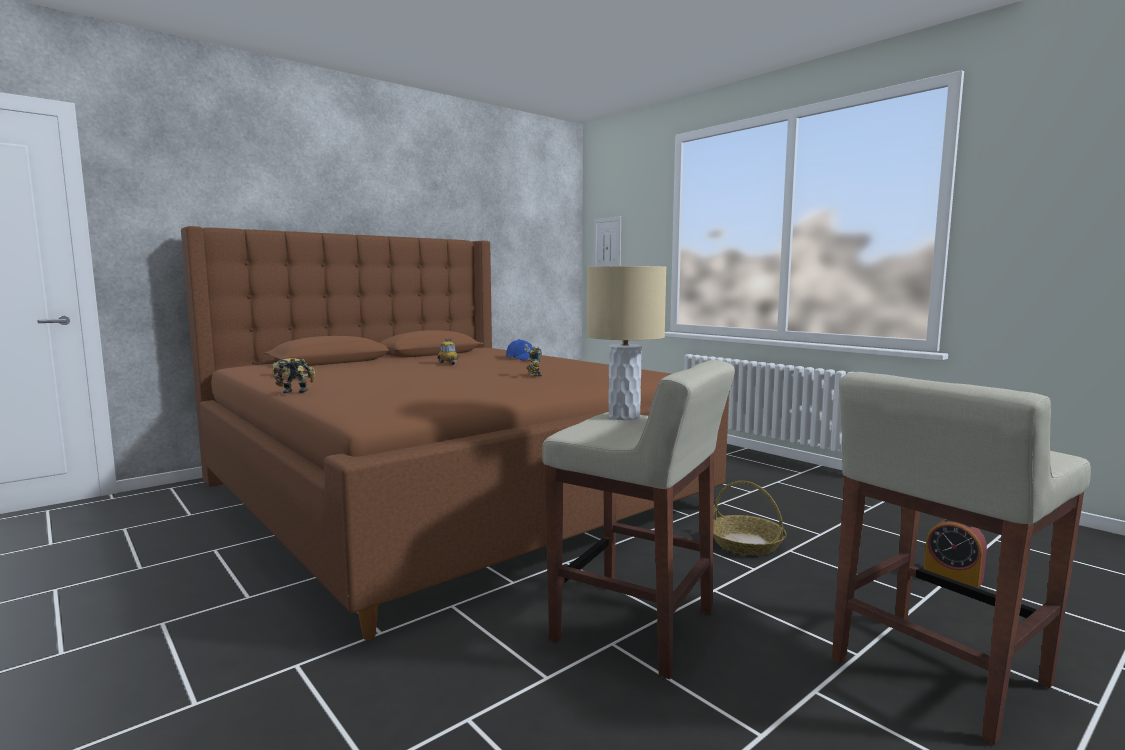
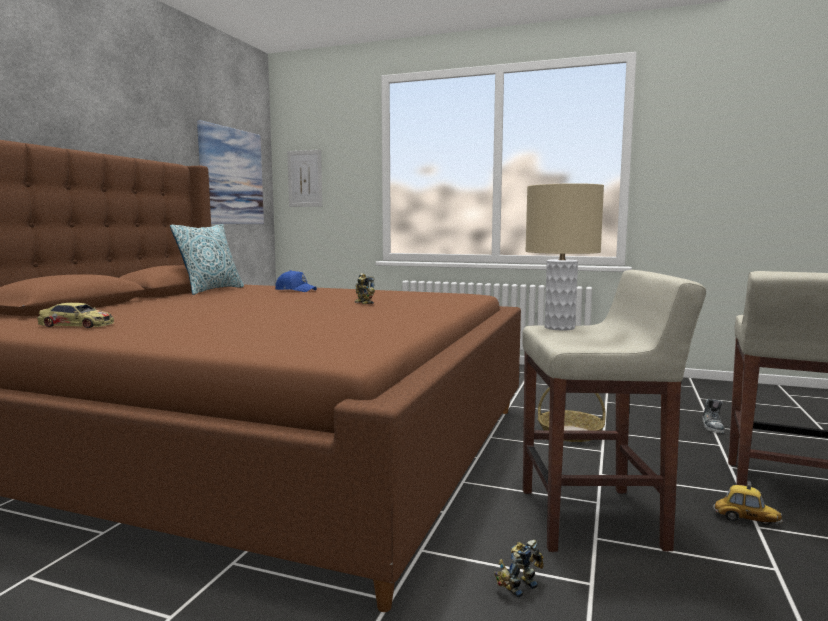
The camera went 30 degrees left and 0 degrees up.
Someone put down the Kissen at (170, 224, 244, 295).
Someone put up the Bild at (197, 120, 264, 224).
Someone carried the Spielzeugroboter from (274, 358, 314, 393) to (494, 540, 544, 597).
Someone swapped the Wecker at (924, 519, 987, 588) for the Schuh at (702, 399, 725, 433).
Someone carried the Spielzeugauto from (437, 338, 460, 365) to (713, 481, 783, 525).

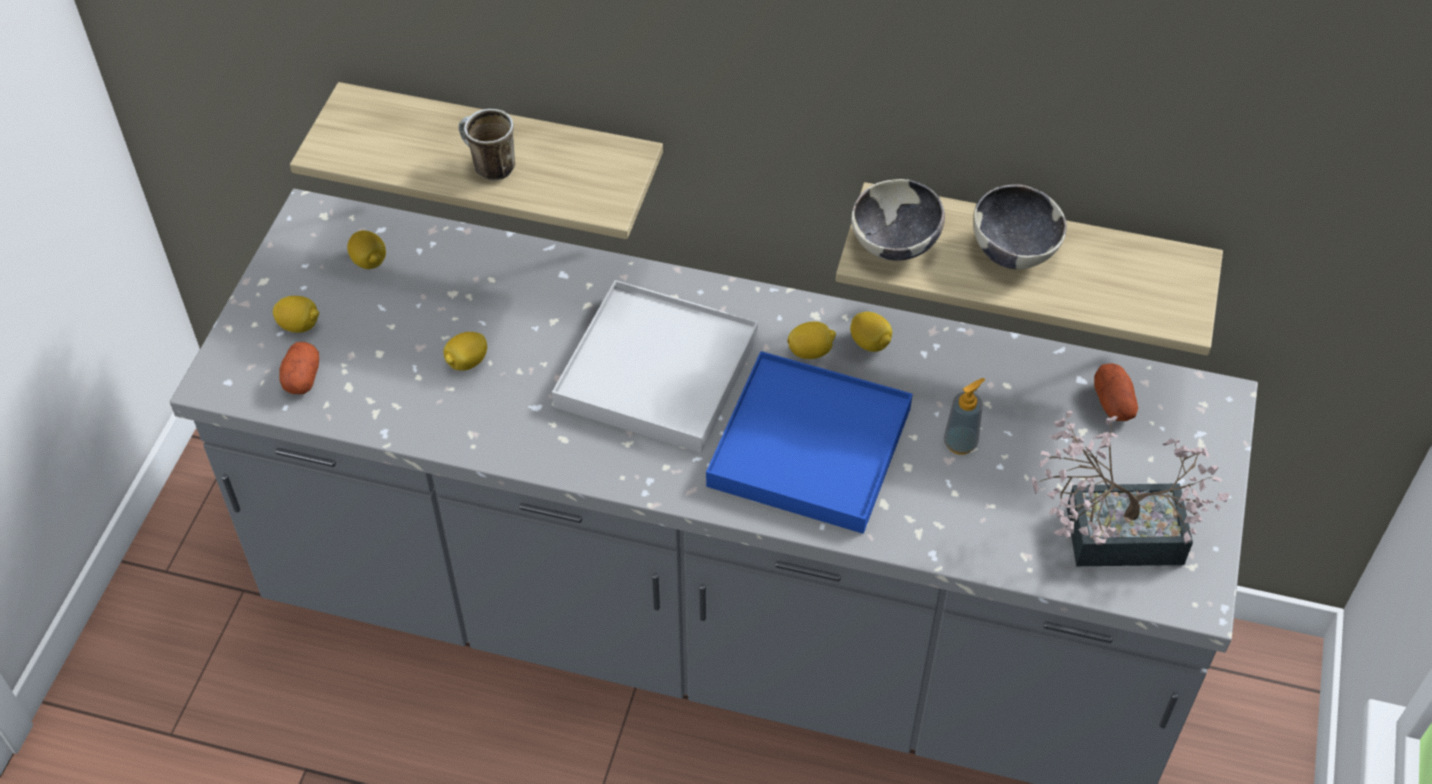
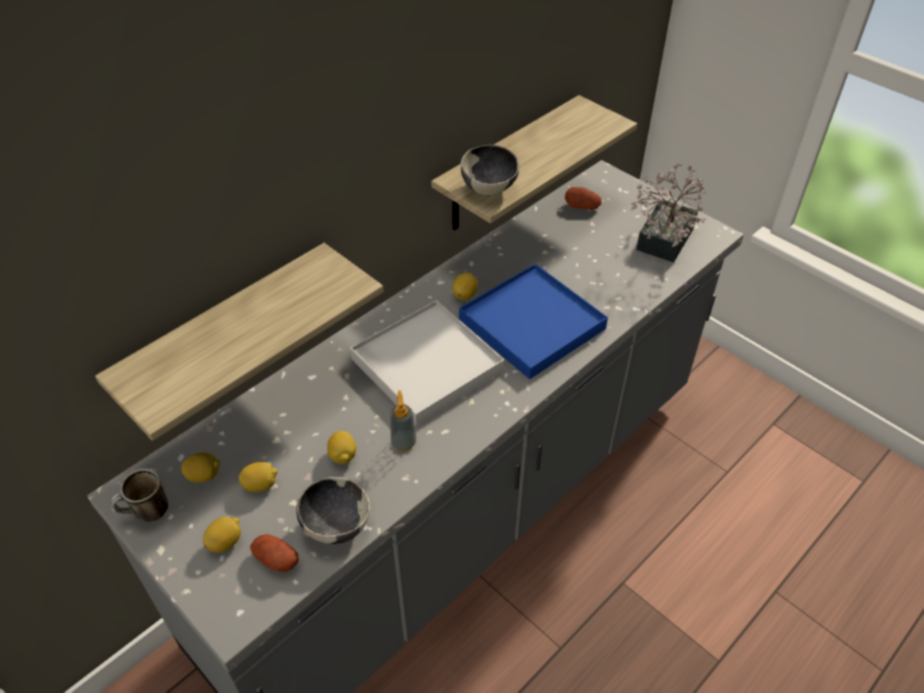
The camera went 60 degrees left and 5 degrees down.
Someone carried the Henkelbecher from (459, 109, 515, 181) to (111, 469, 168, 522).
Someone carried the Zitrone from (850, 312, 892, 352) to (238, 462, 277, 492).
Someone carried the Schüssel from (973, 184, 1067, 269) to (296, 477, 370, 544).
Someone carried the Seifenspender from (944, 378, 985, 455) to (390, 390, 416, 451).

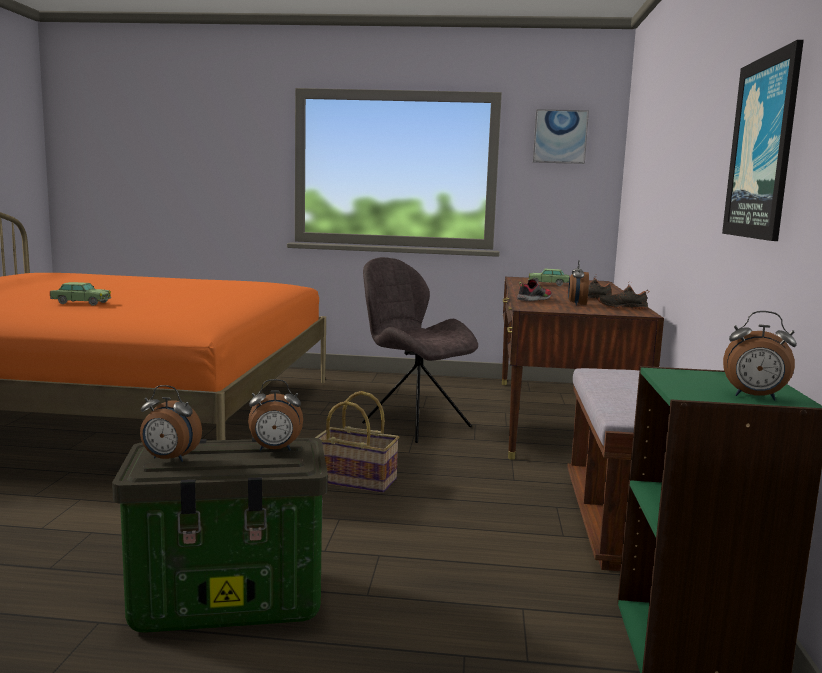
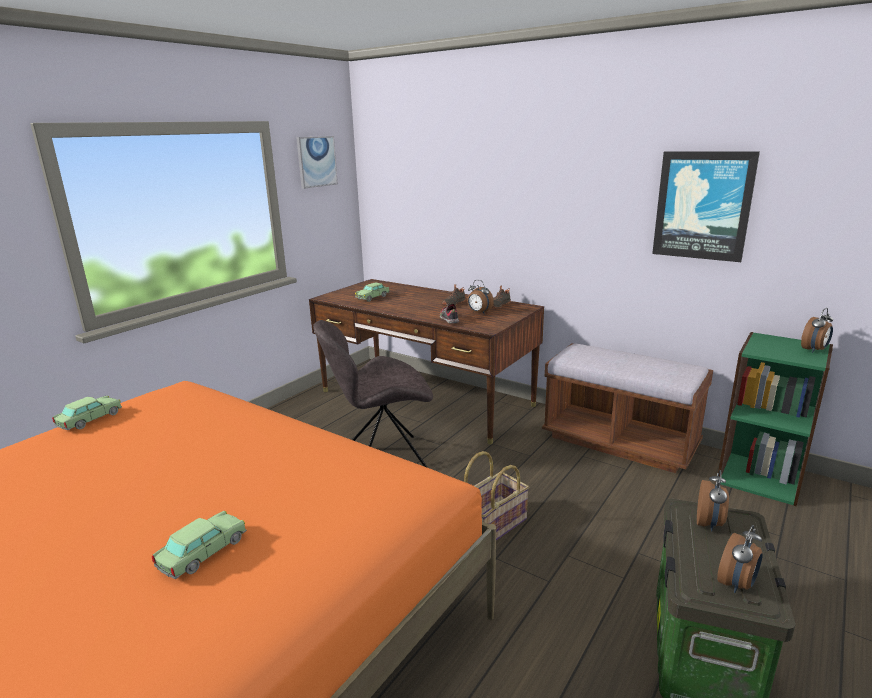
The camera went 60 degrees left and 10 degrees up.
Someone put down the Spielzeugauto at (52, 396, 122, 430).

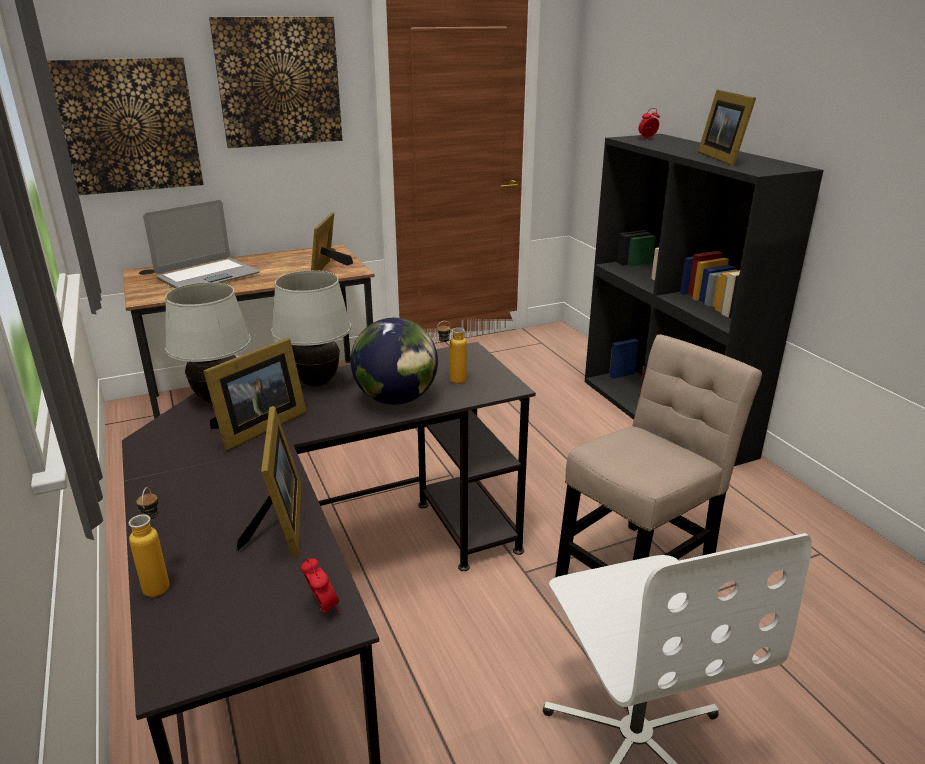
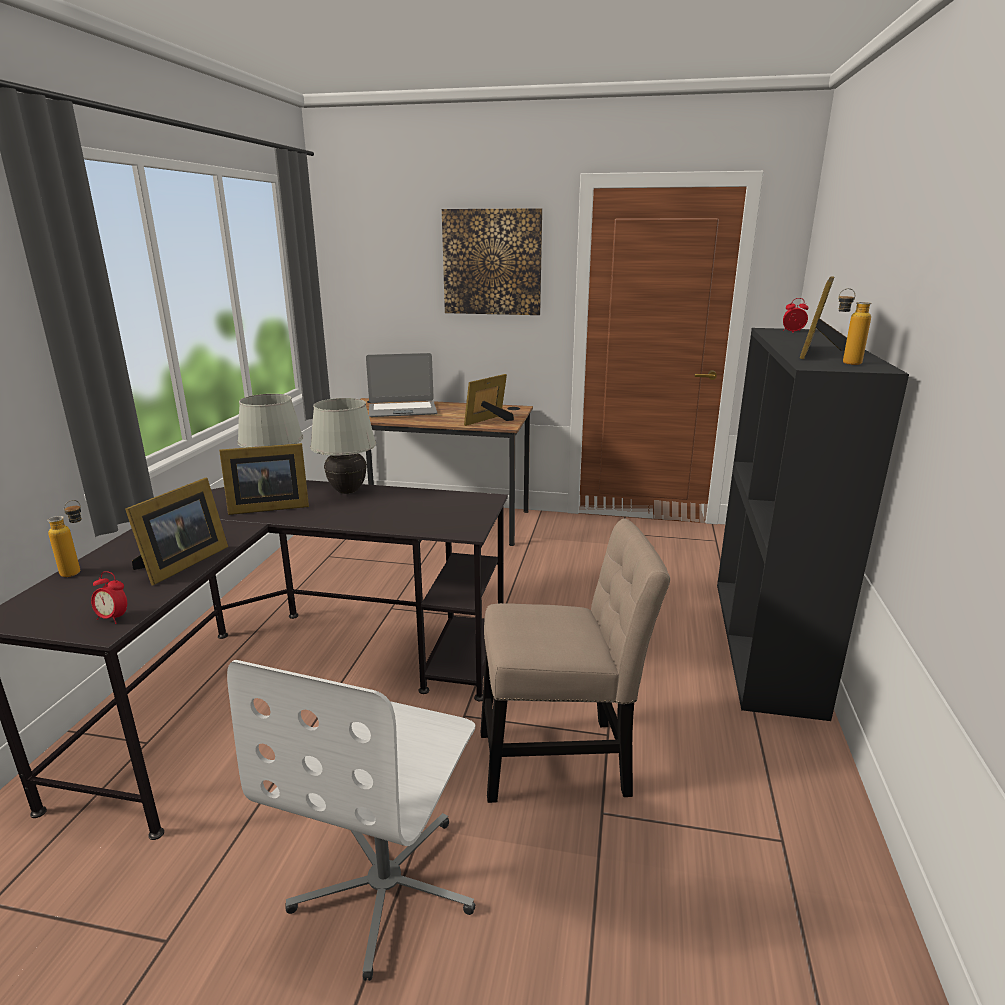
The camera went 35 degrees right and 5 degrees down.
Someone rotated the Wecker at (301, 558, 339, 614) by 105 degrees clockwise.
Someone carried the Flasche from (437, 321, 467, 384) to (838, 288, 872, 365).
Someone took away the Bild at (47, 57, 203, 195).
Someone took away the Globus at (351, 318, 438, 405).

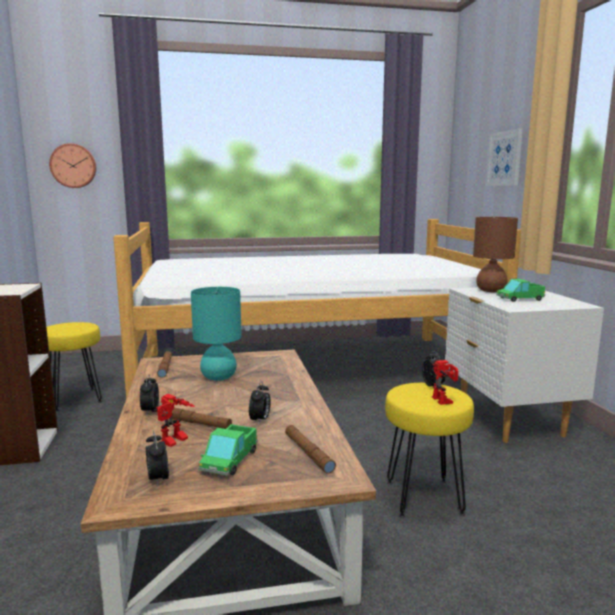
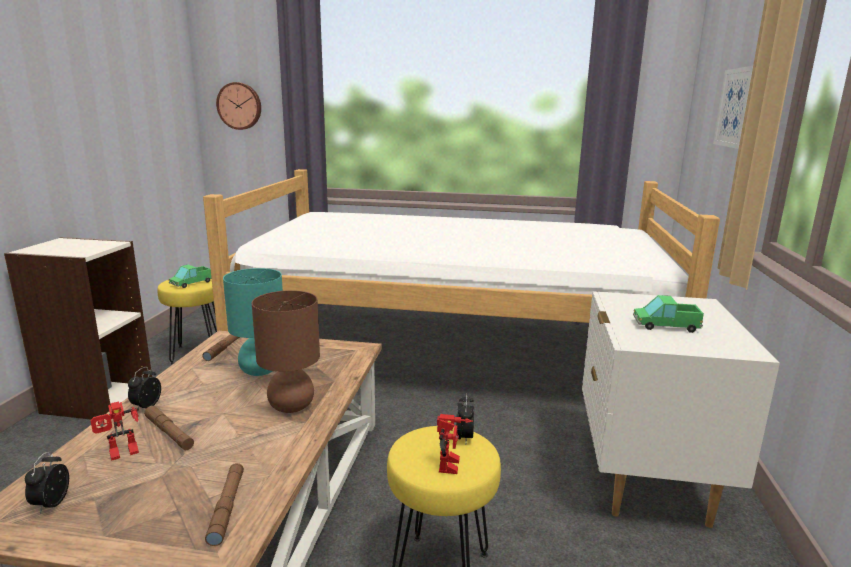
The camera went 20 degrees right and 5 degrees up.
Someone carried the Spielzeuglaster from (198, 424, 258, 476) to (169, 265, 212, 288).
Someone carried the Tischlampe [braun] from (473, 217, 518, 292) to (252, 290, 320, 413).
Someone took away the Wecker at (249, 381, 270, 423).

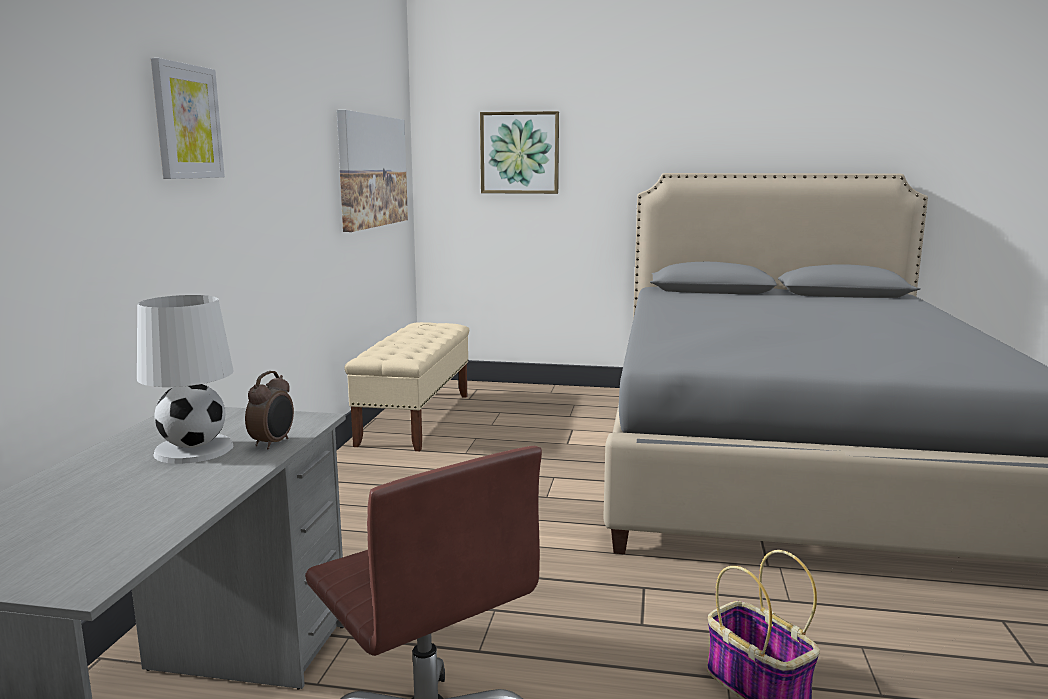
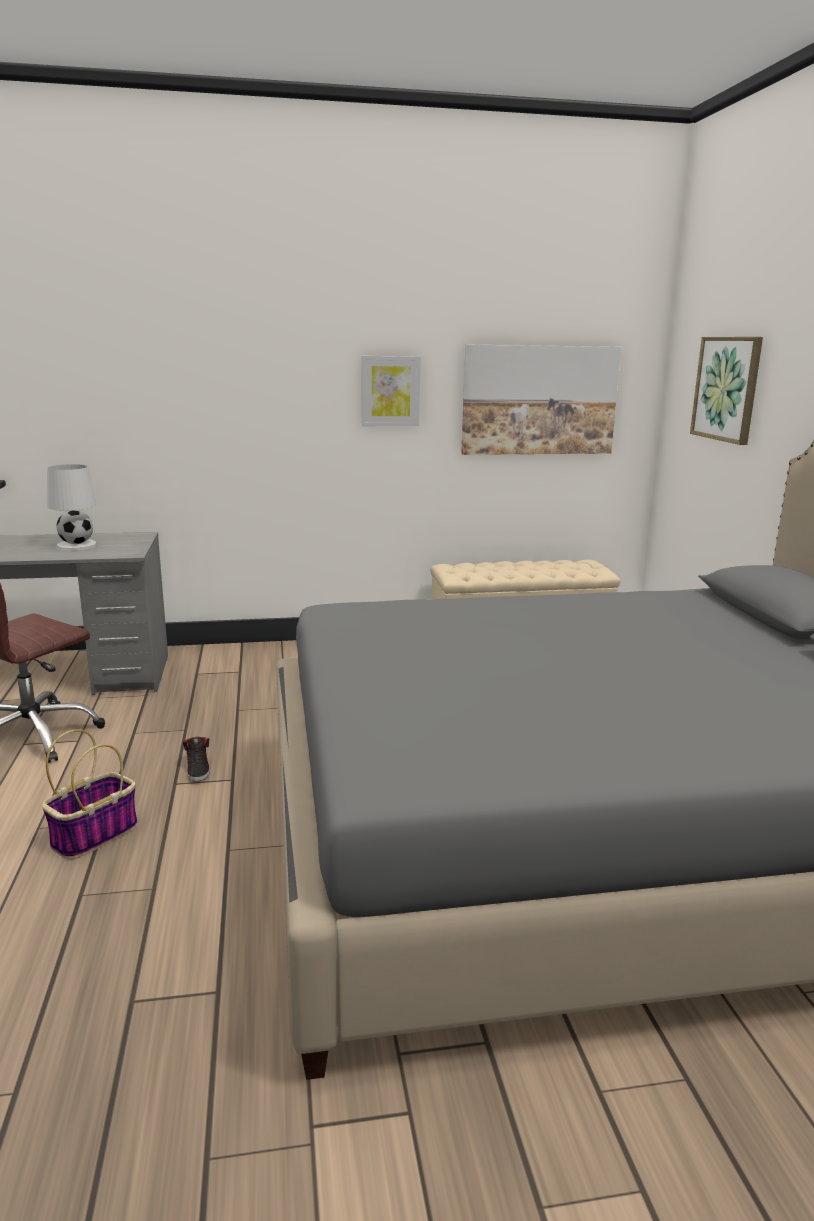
The camera went 70 degrees right and 5 degrees up.
Someone put down the Schuh [schwarz] at (183, 737, 210, 781).
Someone carried the Bild from (151, 58, 225, 179) to (361, 356, 421, 426).
Someone took away the Wecker at (245, 371, 294, 449).

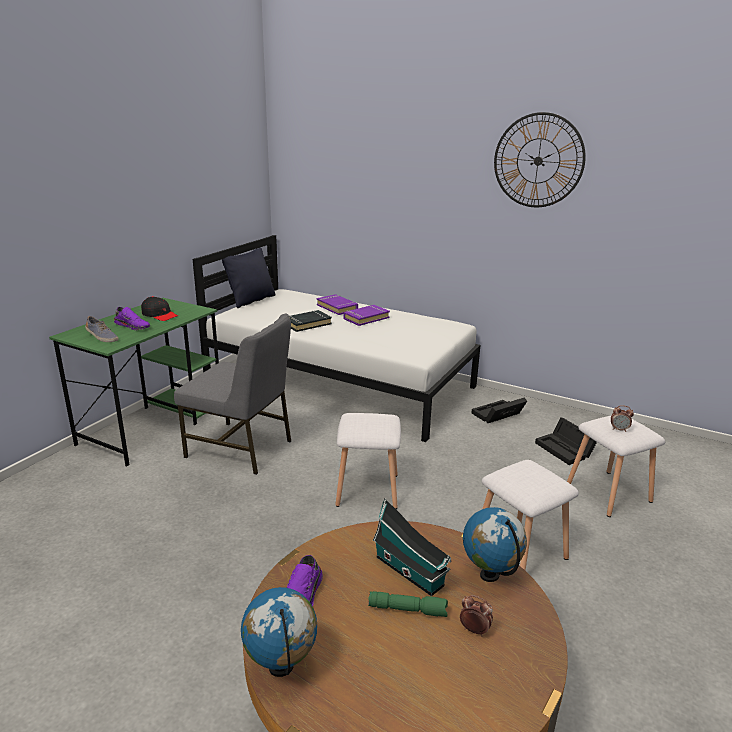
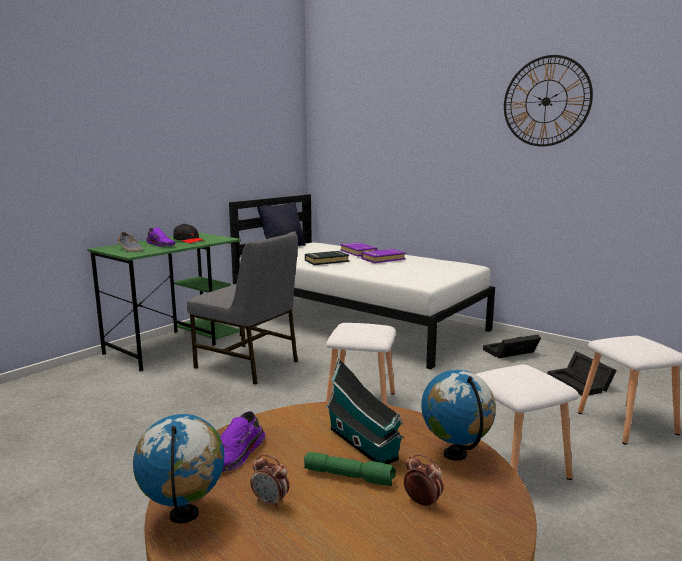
The camera went 10 degrees right and 10 degrees down.
Someone carried the Wecker from (611, 405, 634, 432) to (251, 454, 289, 509).

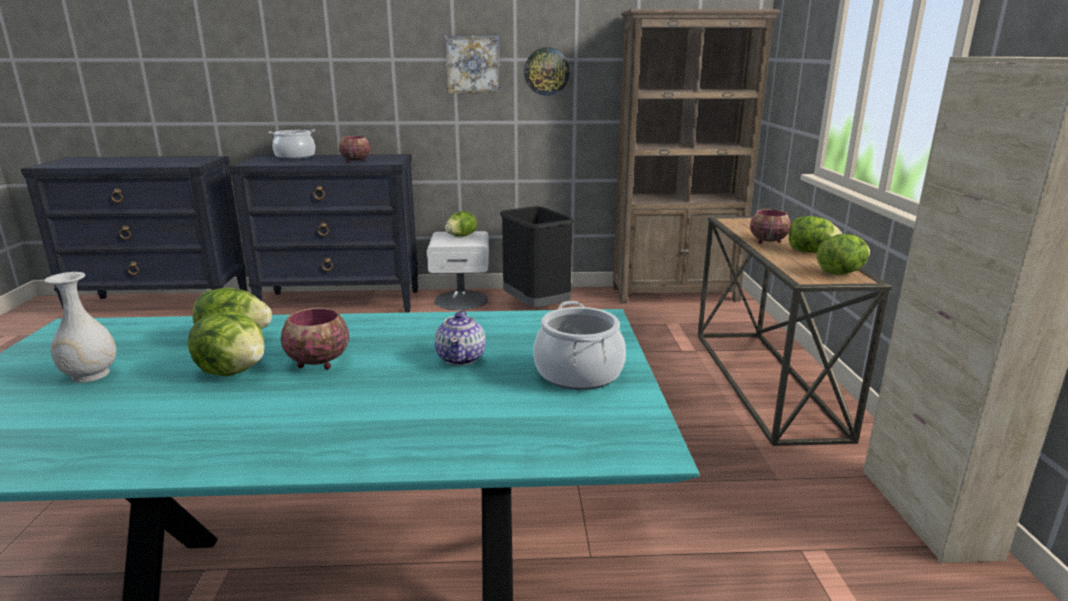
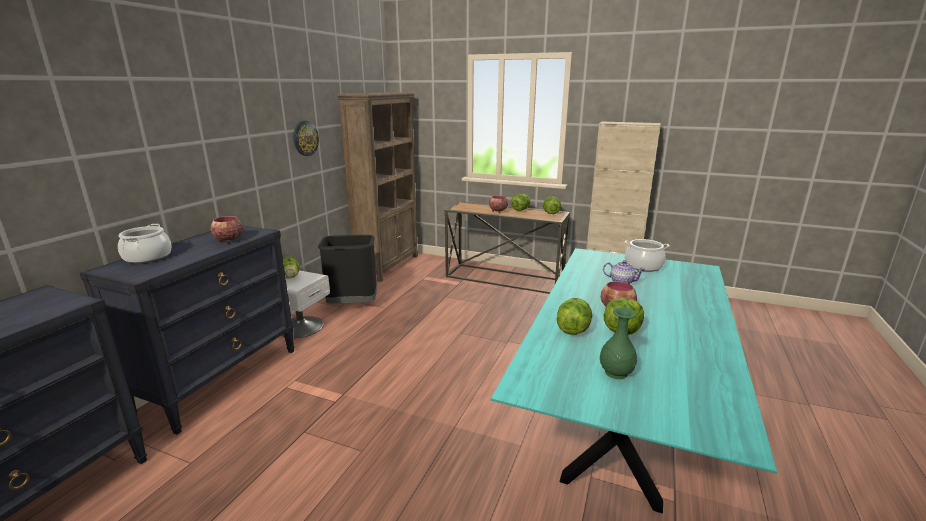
The camera went 65 degrees left and 0 degrees up.
Someone repainted the Vase [weiß] at (44, 272, 116, 383), which became the Vase [grün] at (600, 308, 637, 379).
Someone took away the Bild at (445, 36, 500, 93).

